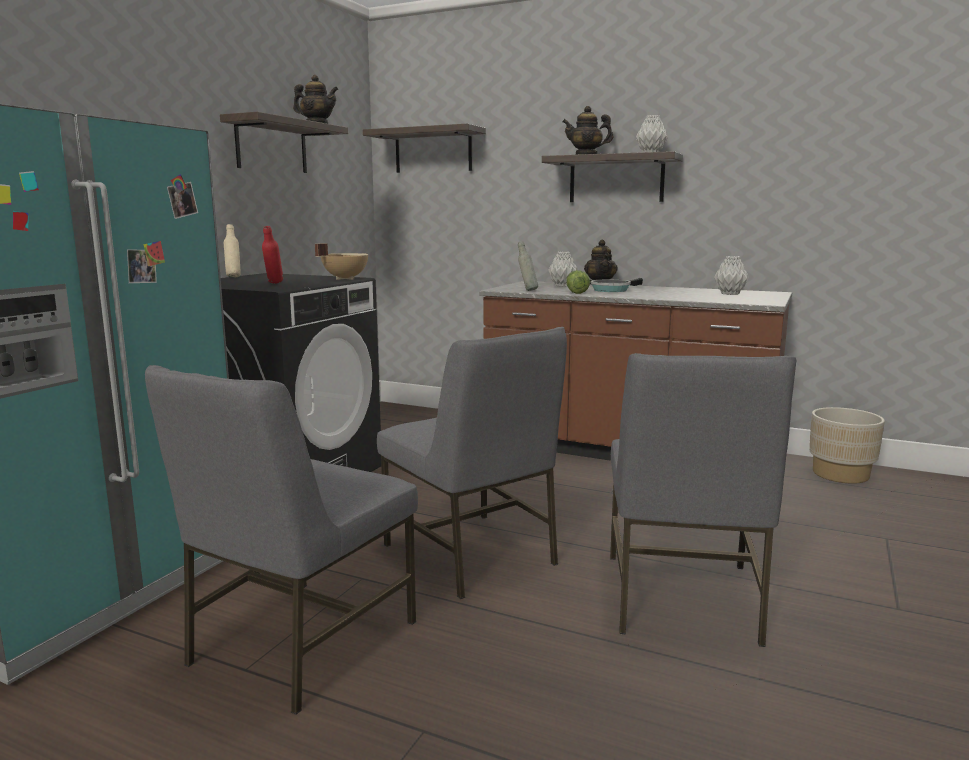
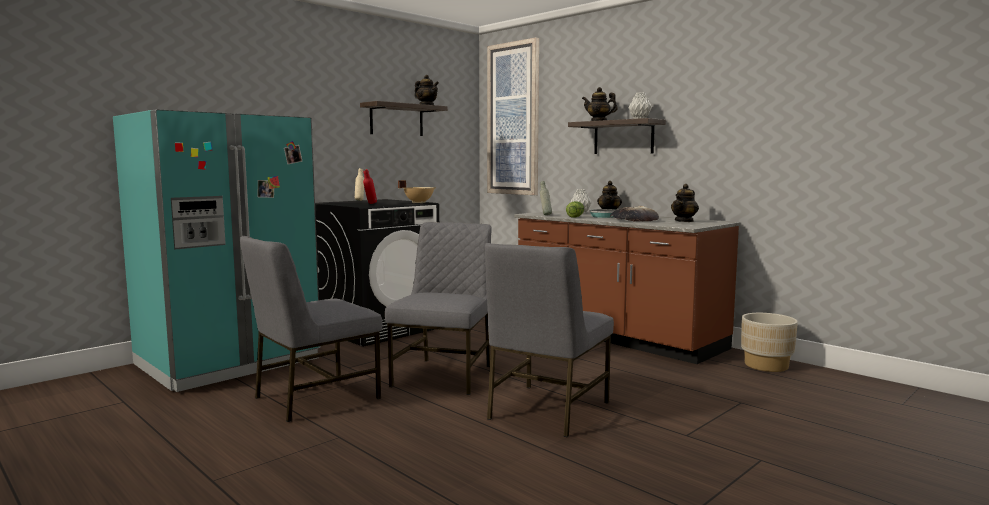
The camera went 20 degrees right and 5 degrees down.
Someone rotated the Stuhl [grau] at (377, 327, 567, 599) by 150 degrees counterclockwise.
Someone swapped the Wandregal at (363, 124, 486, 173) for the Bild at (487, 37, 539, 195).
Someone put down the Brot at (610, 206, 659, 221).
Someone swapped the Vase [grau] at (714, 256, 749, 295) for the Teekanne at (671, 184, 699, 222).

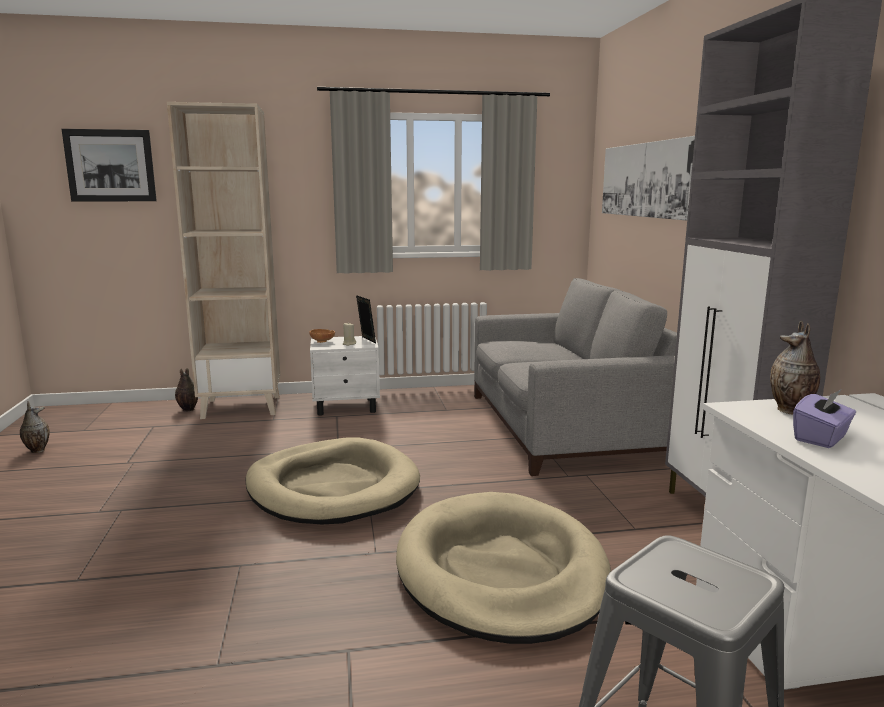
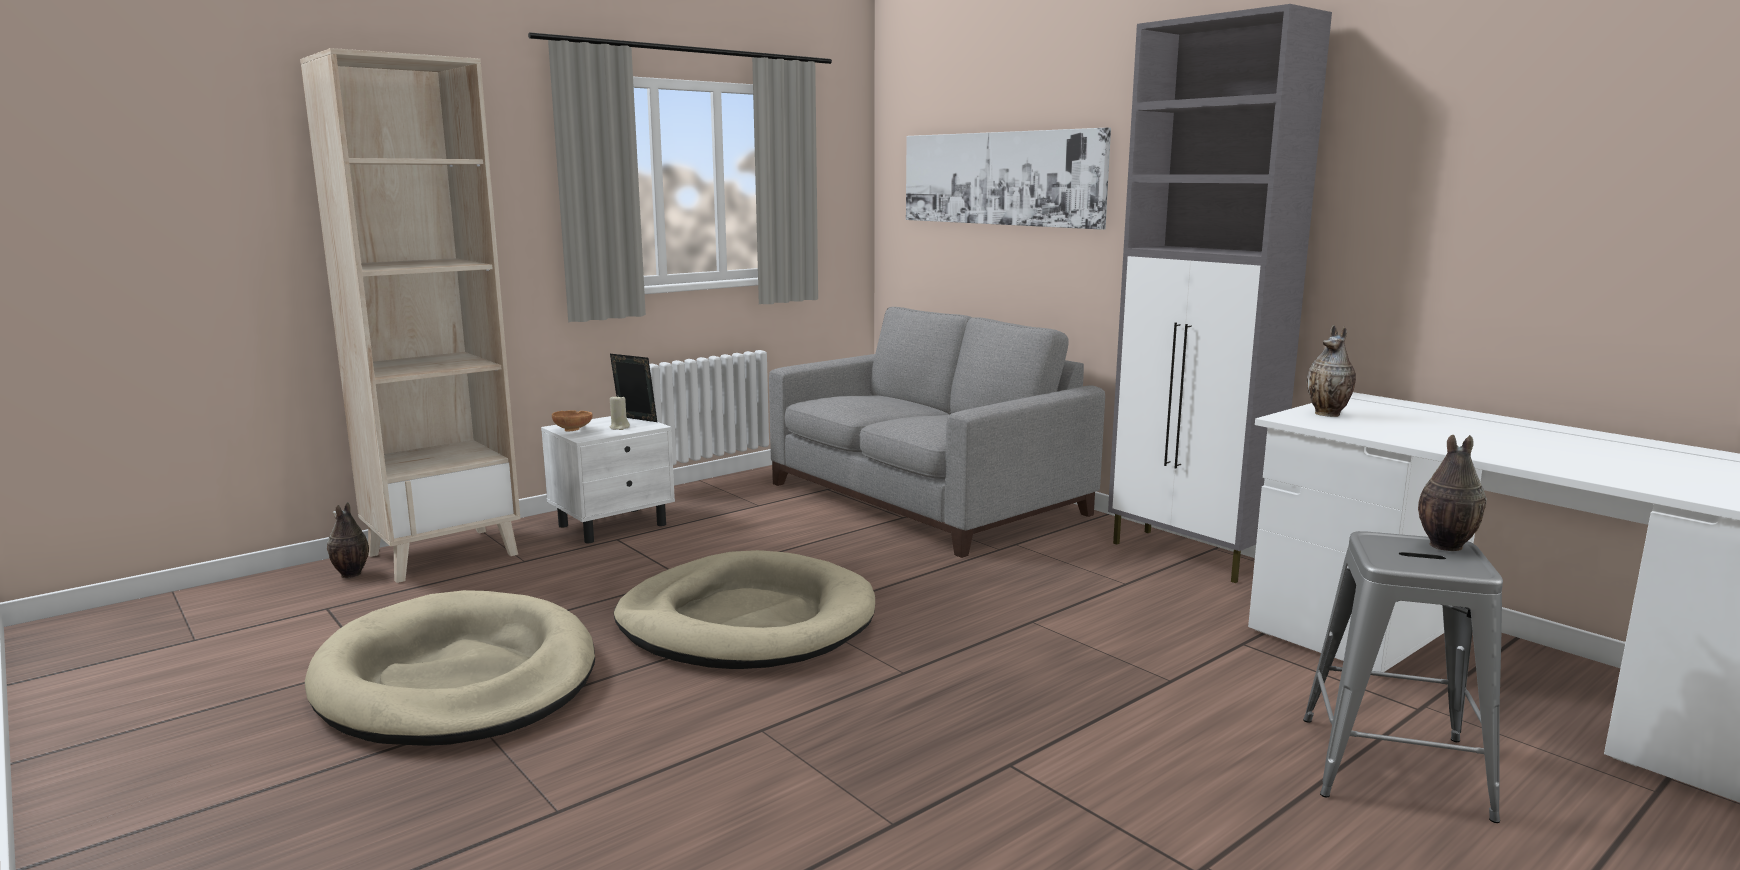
The camera went 30 degrees left and 0 degrees up.
Someone carried the Hundebett [beige] from (396, 492, 611, 644) to (305, 590, 595, 746).
Someone carried the Vase from (20, 401, 50, 453) to (1418, 435, 1487, 551).
Someone took away the Bild at (62, 129, 157, 202).
Someone took away the Taschentuchbox [lila] at (793, 389, 856, 448).

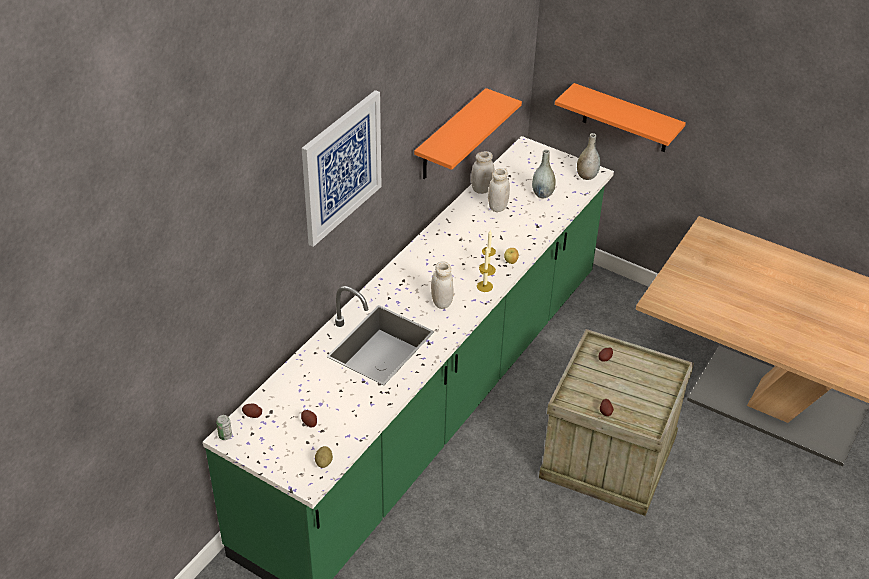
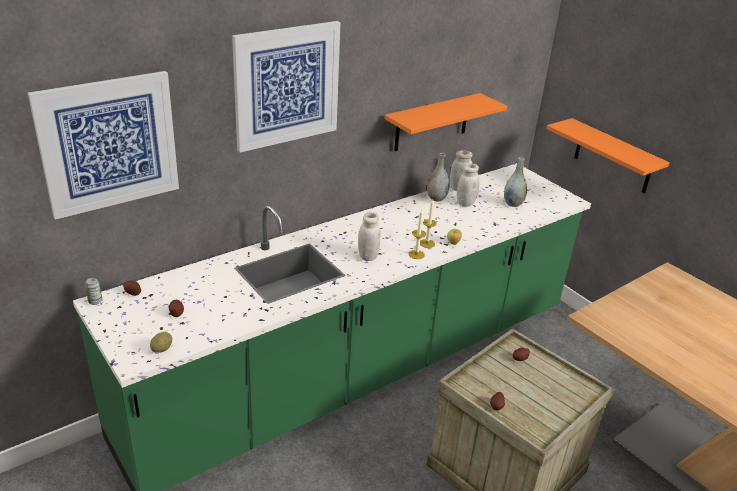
The camera went 20 degrees right and 10 degrees down.
Someone put up the Bild at (28, 71, 179, 220).
Someone carried the Vase [grau] from (577, 133, 600, 180) to (427, 153, 450, 202).

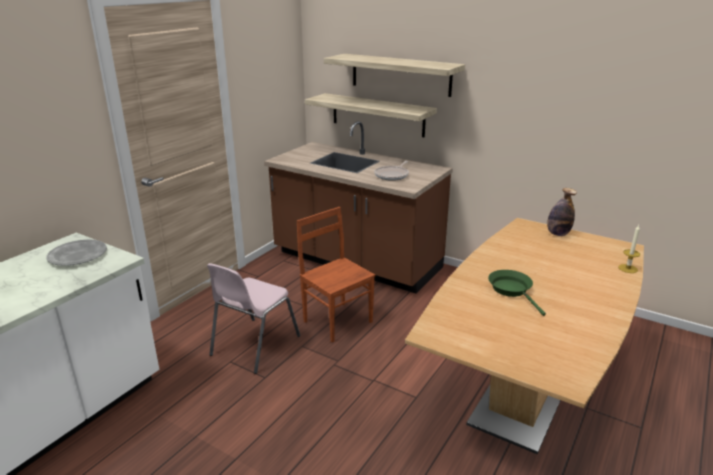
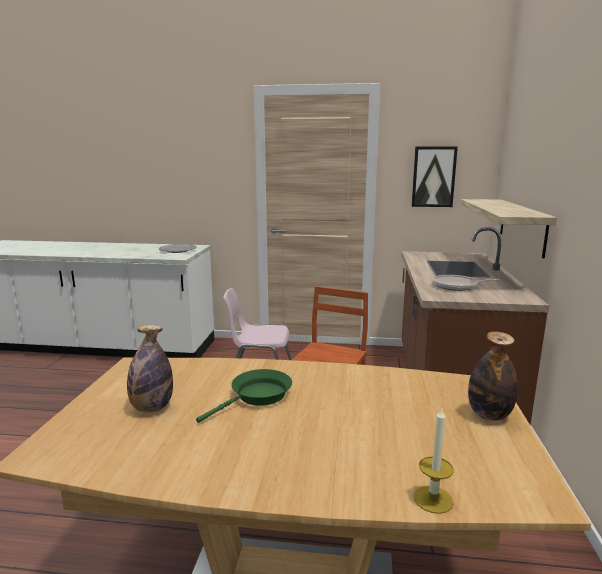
The camera went 65 degrees right and 10 degrees down.
Someone put down the Flasche at (127, 325, 173, 412).
Someone put up the Bild at (412, 146, 458, 207).
Someone took away the Wandregal at (324, 54, 465, 97).

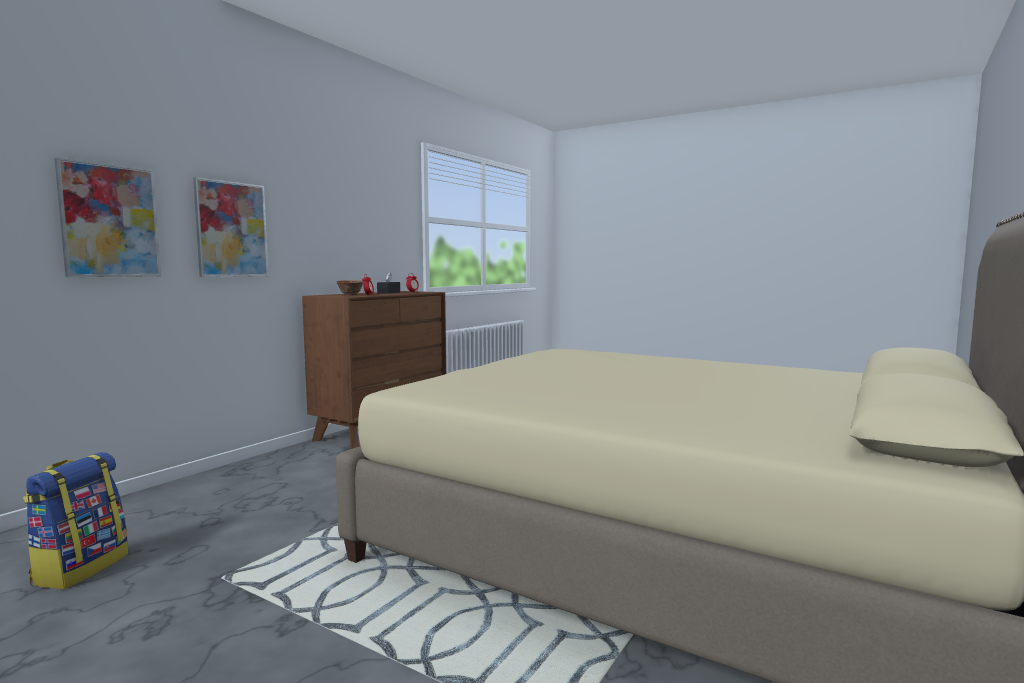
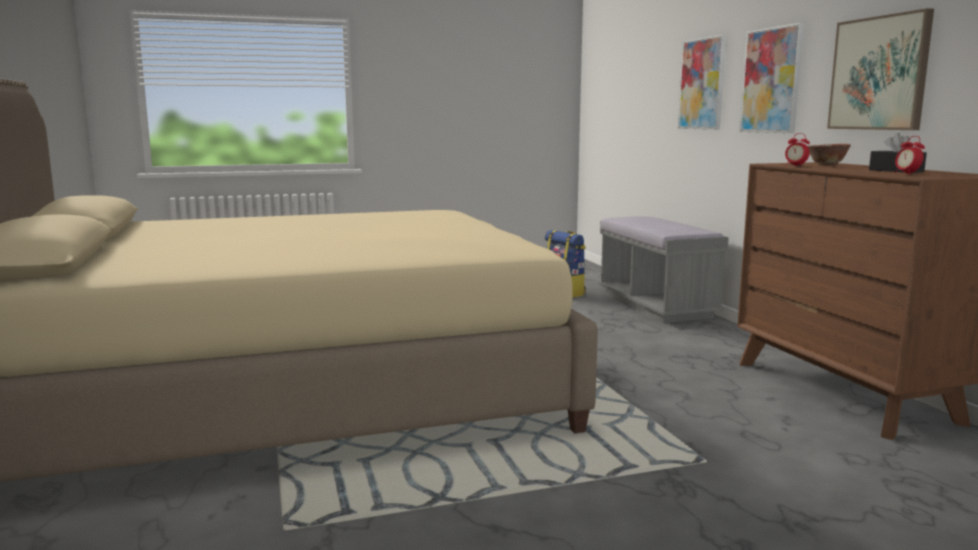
The camera went 130 degrees right and 5 degrees up.
Someone put down the Bank [grau] at (598, 216, 729, 323).
Someone put up the Bild at (827, 8, 934, 130).

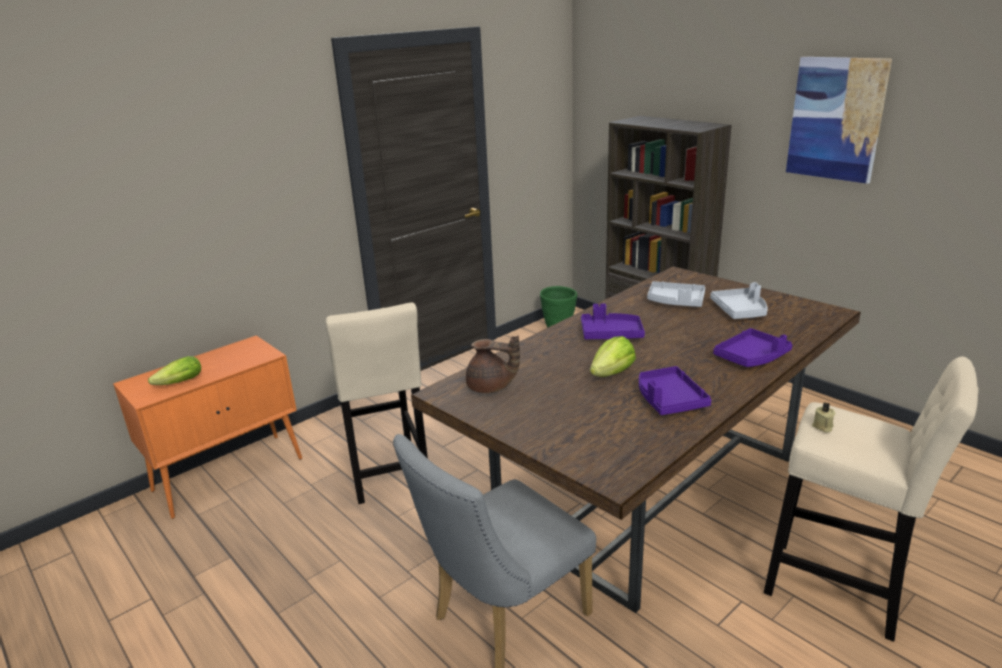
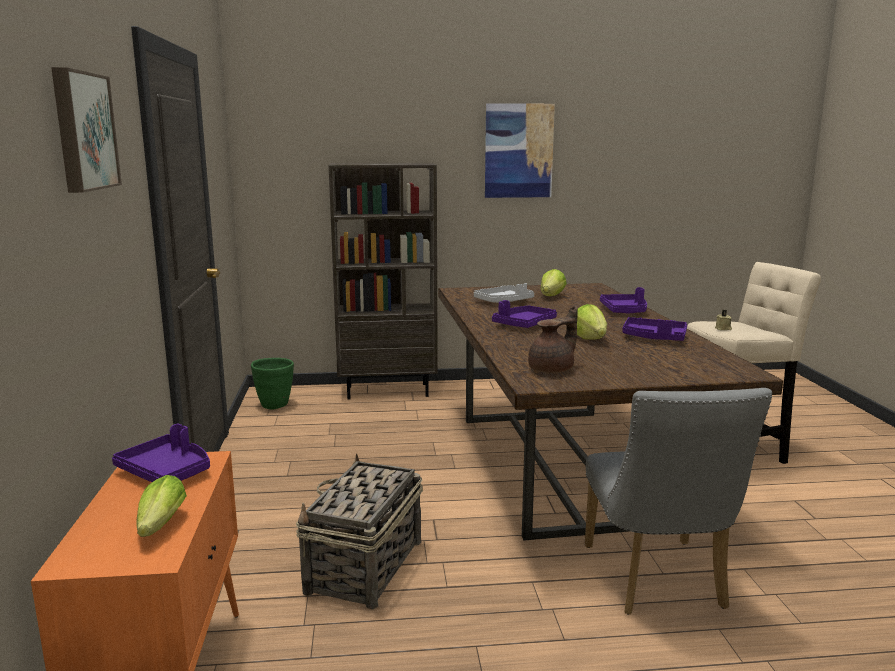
The camera went 55 degrees left and 10 degrees down.
Someone put up the Bild at (51, 67, 122, 193).
Someone put down the Tablett [lila] at (112, 424, 210, 482).
Someone swapped the Hocker [beige] at (326, 303, 428, 504) for the Korb at (296, 453, 423, 610).
Someone swapped the Tablett [grau] at (710, 282, 768, 319) for the Salatkopf at (541, 269, 567, 296).

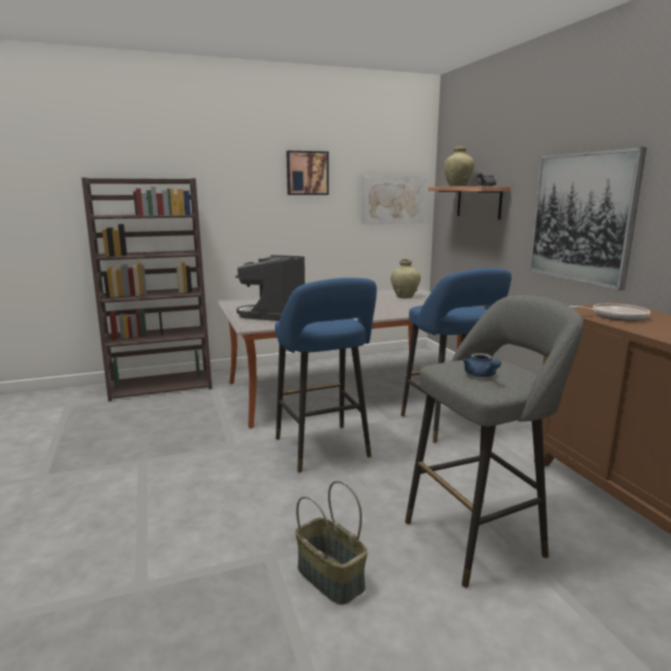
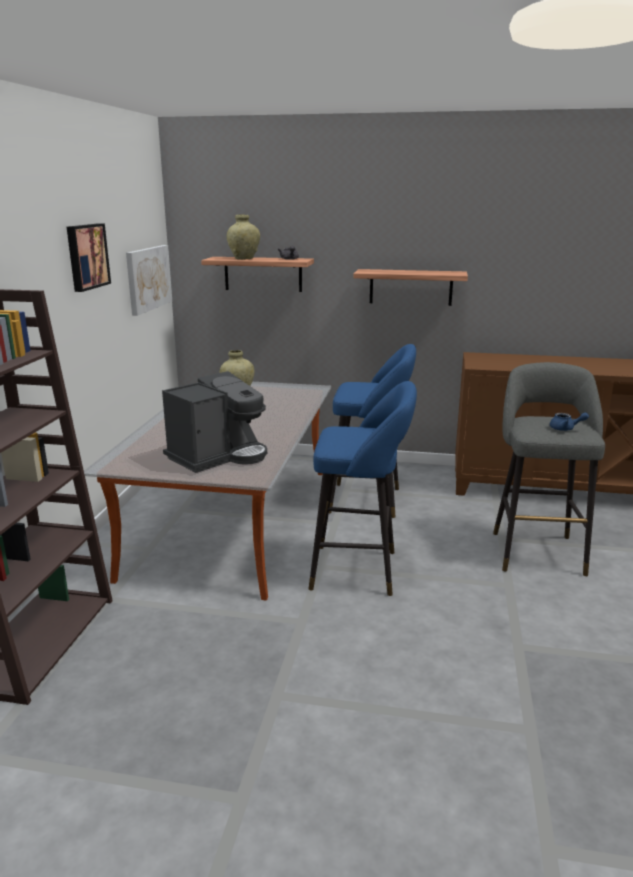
The camera went 60 degrees left and 5 degrees up.
Someone rotated the Kaffeemaschine at (235, 255, 305, 321) by 90 degrees counterclockwise.
Someone swapped the Bild at (529, 147, 647, 290) for the Wandregal at (353, 269, 468, 306).
Someone took away the Korb at (295, 481, 368, 605).
Someone took away the Pfanne at (570, 303, 650, 321).

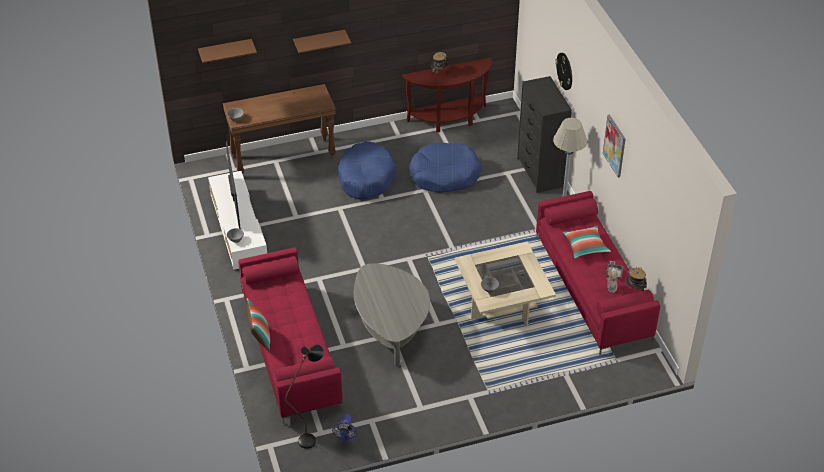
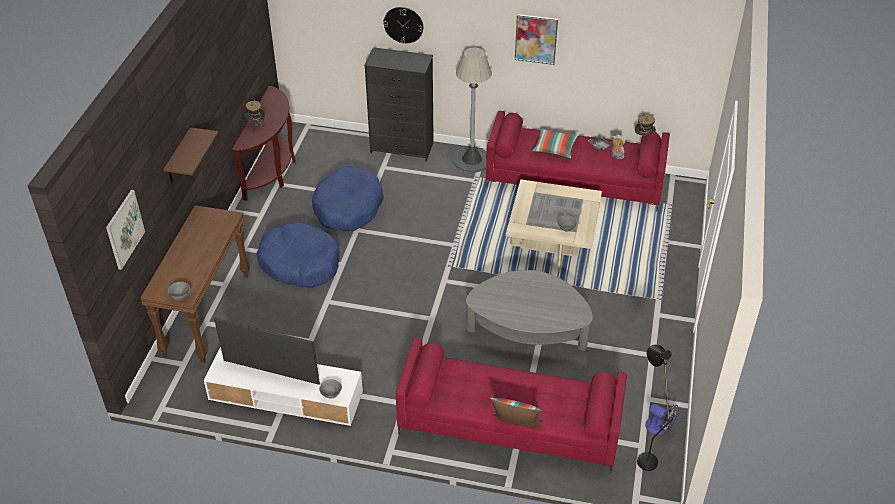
The camera went 60 degrees left and 0 degrees up.
Someone swapped the Wandregal [braun] at (198, 39, 257, 63) for the Bild at (106, 190, 145, 270).

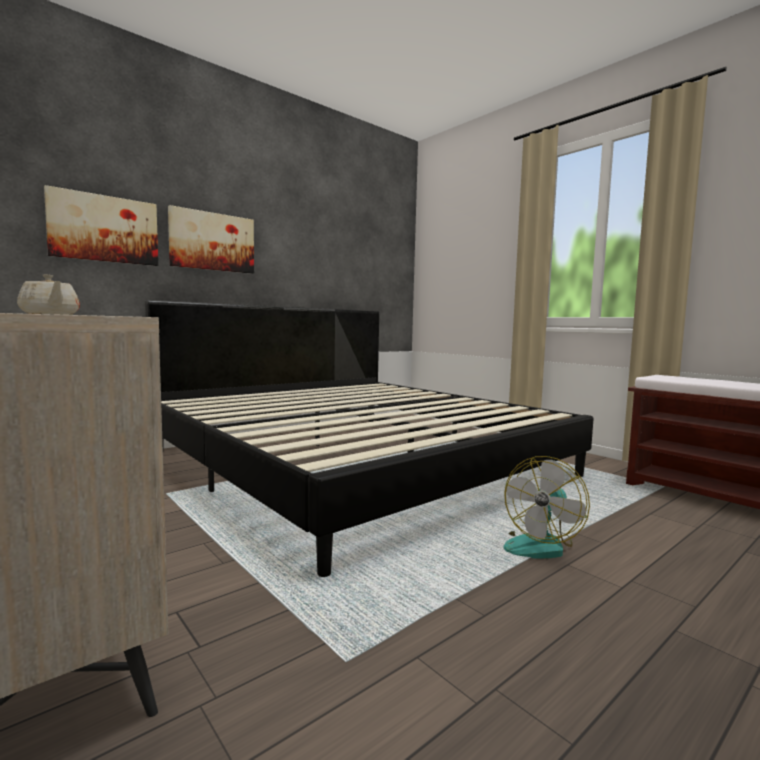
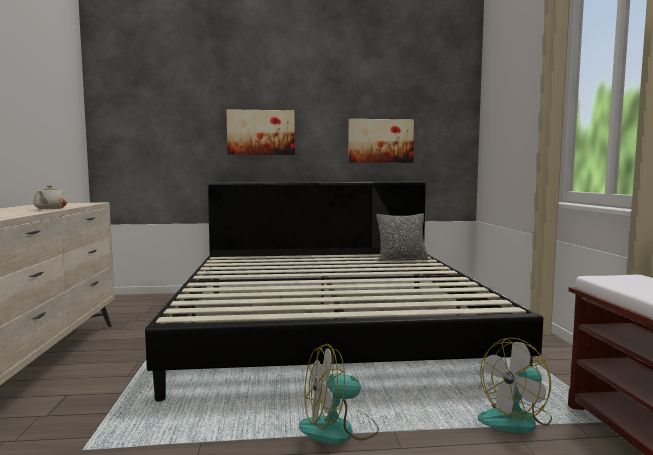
The camera went 35 degrees right and 0 degrees up.
Someone carried the Bild from (44, 185, 158, 266) to (348, 119, 414, 163).
Someone put down the Kissen at (376, 213, 429, 261).
Someone put down the Ventilator at (478, 338, 552, 433).

